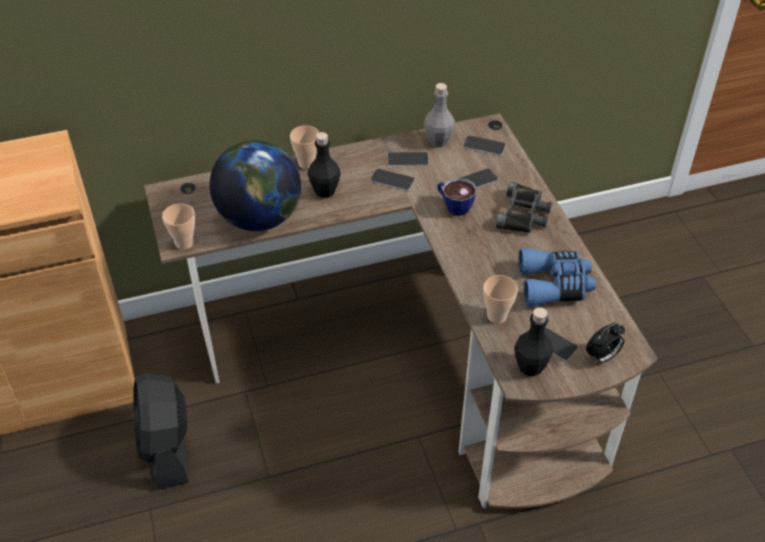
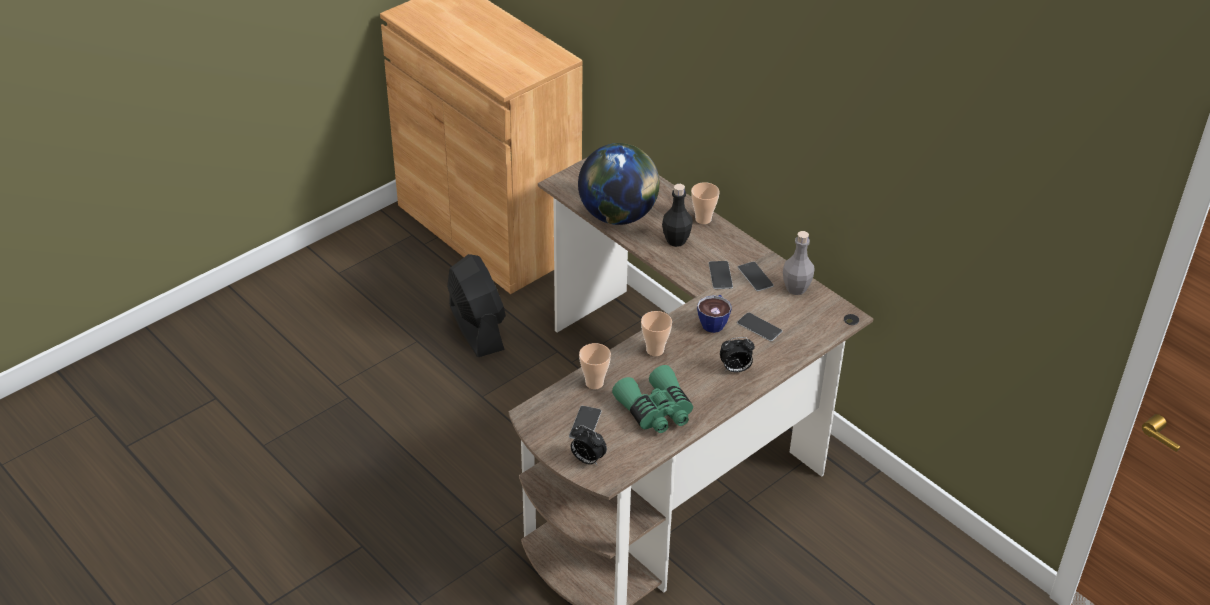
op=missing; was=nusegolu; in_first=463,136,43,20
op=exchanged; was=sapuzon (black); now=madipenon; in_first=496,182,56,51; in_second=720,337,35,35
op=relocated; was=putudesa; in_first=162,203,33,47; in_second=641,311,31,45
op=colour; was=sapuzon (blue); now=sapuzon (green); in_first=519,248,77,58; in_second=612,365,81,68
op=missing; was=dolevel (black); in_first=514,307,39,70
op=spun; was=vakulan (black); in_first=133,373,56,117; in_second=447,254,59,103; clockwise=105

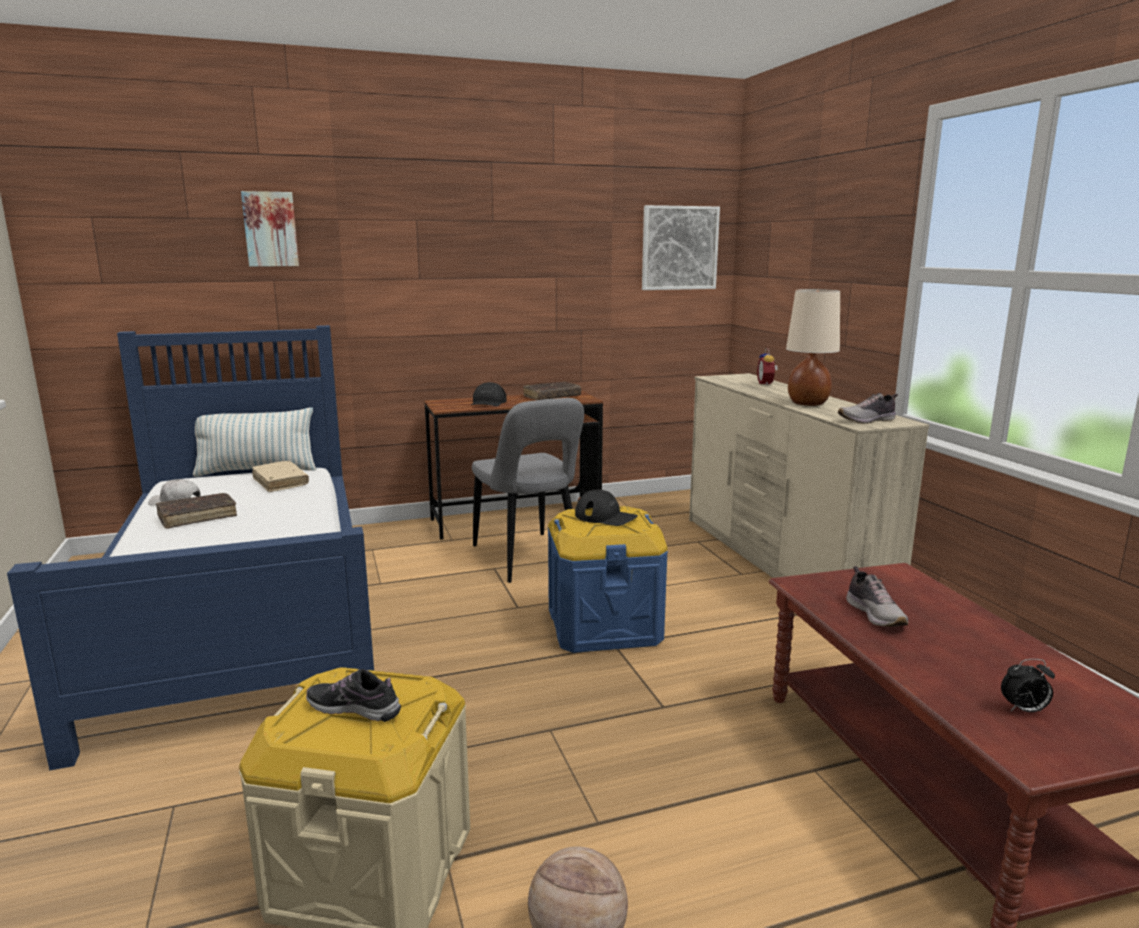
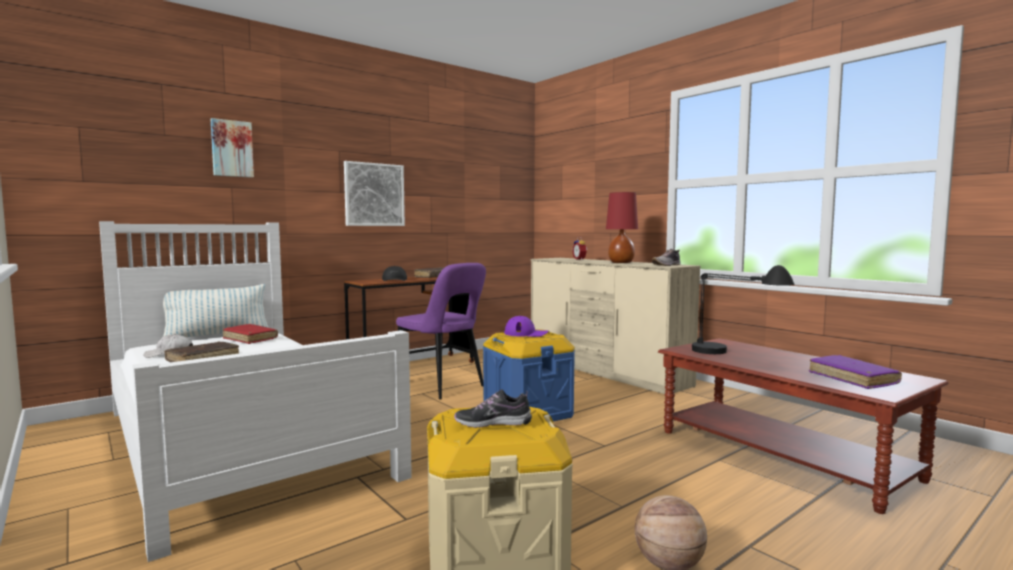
op=relocated; was=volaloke; in_first=642,205,78,85; in_second=344,161,61,65
op=colour; was=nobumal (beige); now=nobumal (red); in_first=786,289,54,117; in_second=606,192,32,71
op=colour; was=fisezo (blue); now=fisezo (white); in_first=7,325,367,446; in_second=99,221,313,341
op=colour; was=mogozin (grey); now=mogozin (purple); in_first=472,398,112,185; in_second=396,263,90,136
op=colour; was=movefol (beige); now=movefol (red); in_first=252,461,57,31; in_second=223,324,55,20
op=colour; was=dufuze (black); now=dufuze (purple); in_first=575,490,63,36; in_second=504,316,45,21
op=exchanged; was=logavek; now=nobumal (black); in_first=846,566,62,61; in_second=692,265,103,89
op=exchanged; was=madipenon; now=movefol (purple); in_first=1001,659,54,53; in_second=809,355,93,34

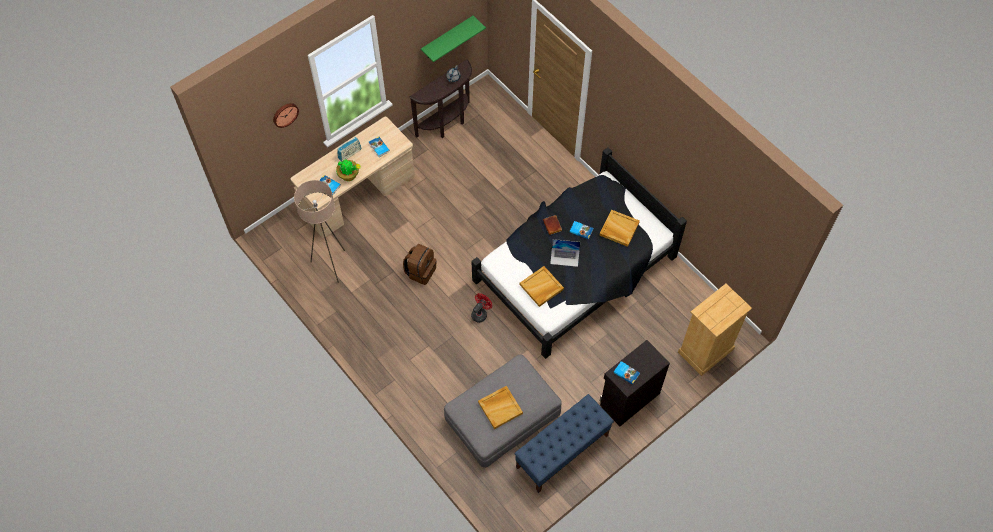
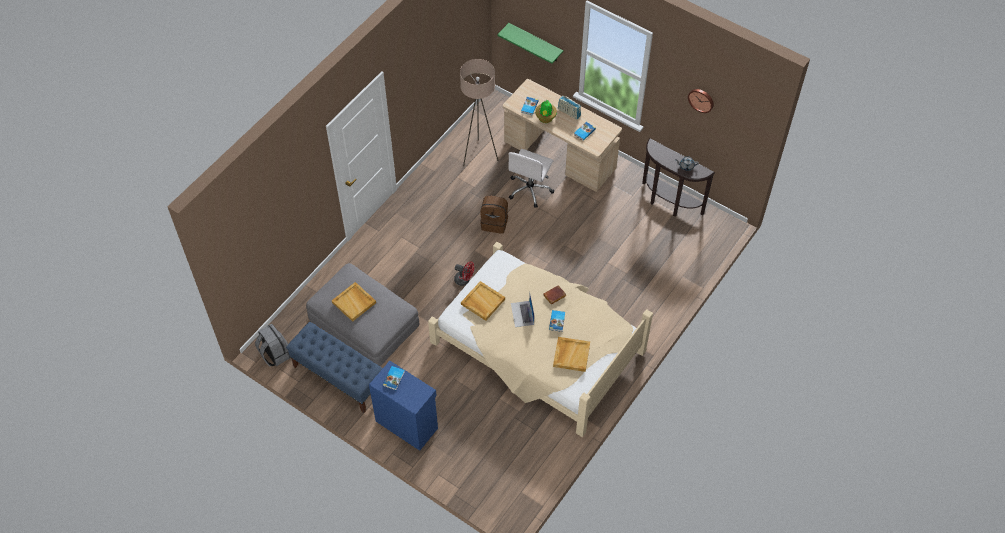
op=relocated; was=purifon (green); in_first=421,16,65,46; in_second=497,23,66,41
op=relocated; was=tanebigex; in_first=273,103,26,25; in_second=688,89,26,24
op=colour; was=fisezo (black); now=fisezo (beige); in_first=471,147,216,212; in_second=428,242,225,195
op=missing; was=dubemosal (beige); in_first=678,284,74,92
op=colour; was=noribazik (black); now=noribazik (blue); in_first=600,340,70,86; in_second=369,361,69,90
op=appeared; now=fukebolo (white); in_second=508,149,46,59
op=appeared; now=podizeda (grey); in_second=255,324,36,43

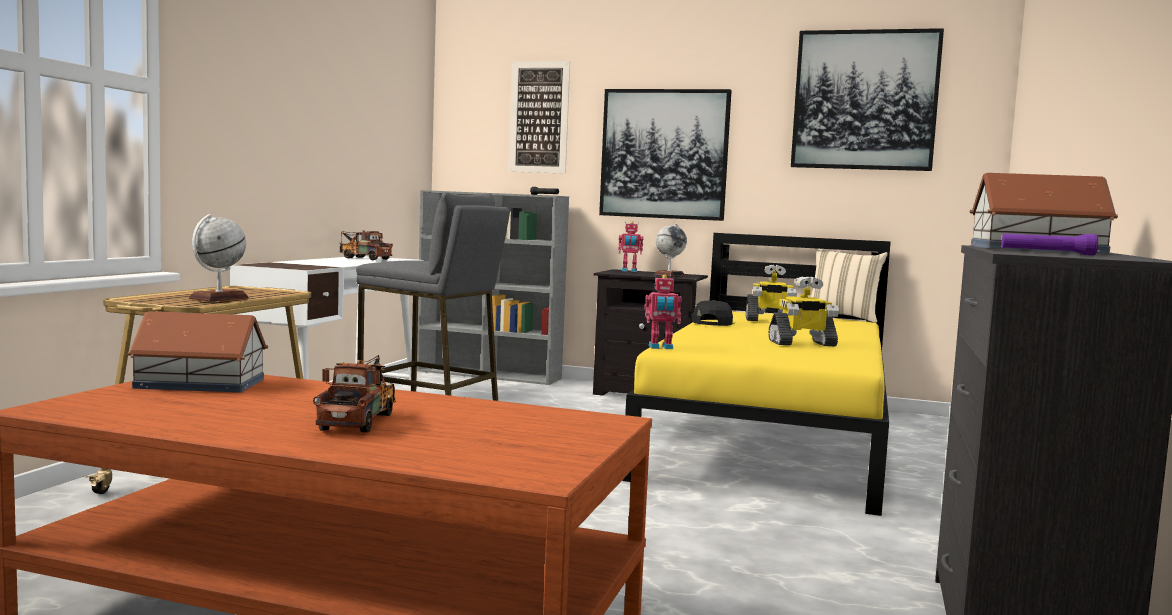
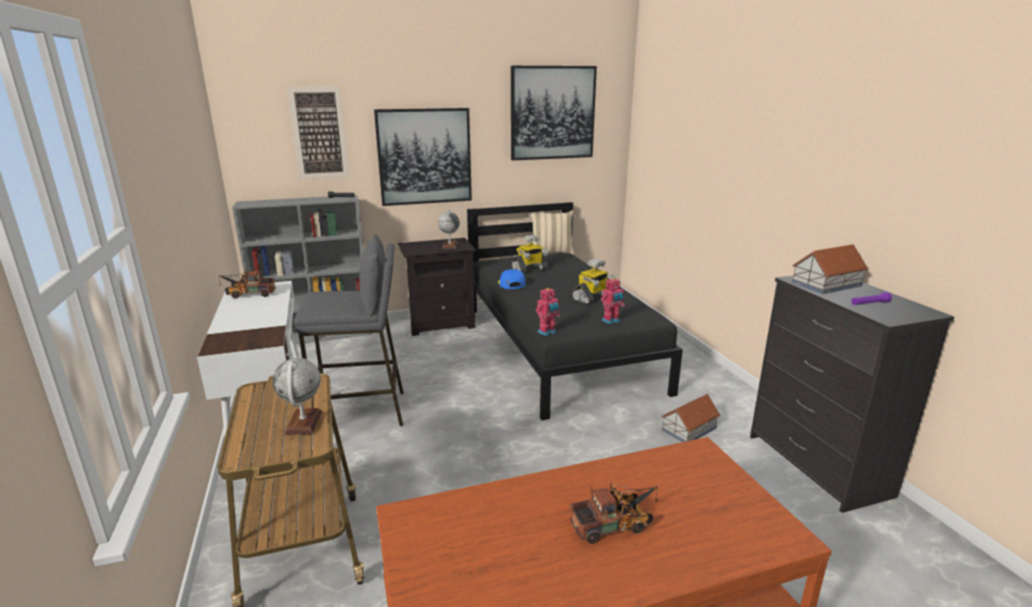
op=relocated; was=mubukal; in_first=618,221,25,51; in_second=601,278,24,46
op=colour; was=fisezo (yellow); now=fisezo (black); in_first=622,233,269,283; in_second=467,202,216,218
op=colour; was=dufuze (black); now=dufuze (blue); in_first=693,300,42,26; in_second=498,269,27,20
op=relocated; was=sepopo; in_first=127,311,141,81; in_second=662,394,58,48
op=spun; was=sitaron; in_first=313,355,83,78; in_second=570,483,89,61; clockwise=105

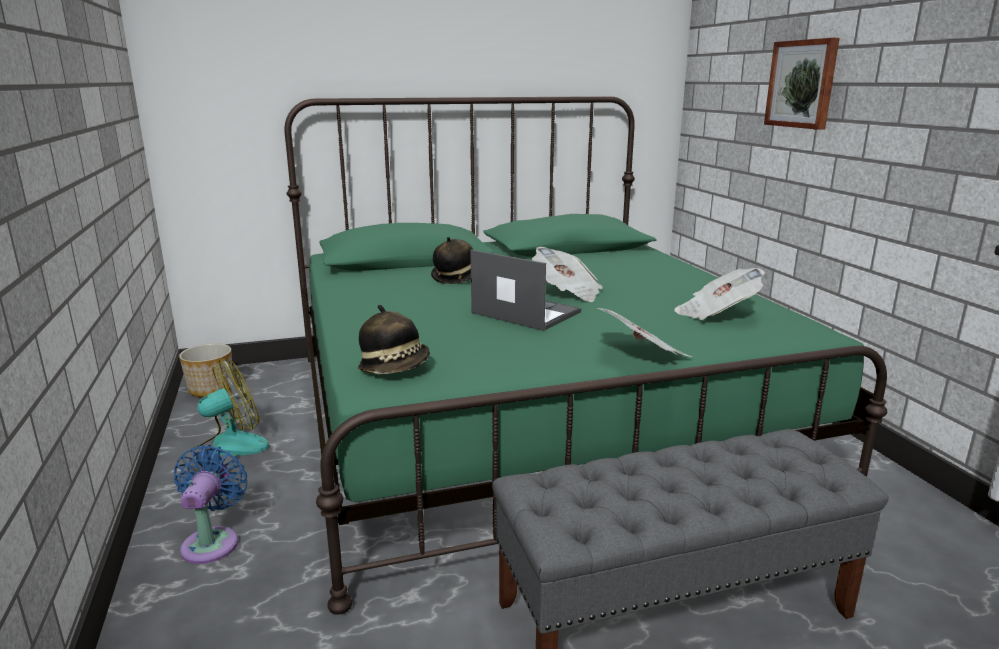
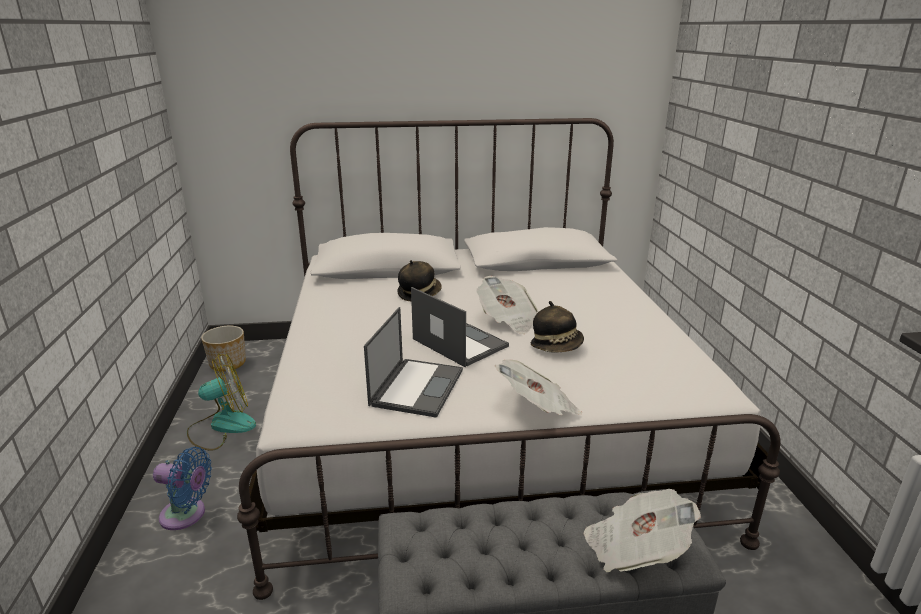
op=missing; was=volaloke; in_first=764,38,76,92
op=colour; was=fisezo (green); now=fisezo (white); in_first=285,96,602,519; in_second=237,118,543,482
op=relocated; was=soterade; in_first=674,268,91,52; in_second=583,489,118,83
op=relocated; was=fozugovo; in_first=358,305,72,69; in_second=531,301,53,52
op=spun; was=vakulan (blue); in_first=174,445,73,119; in_second=153,447,59,83; clockwise=90
op=appeared; now=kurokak; in_second=364,307,99,111

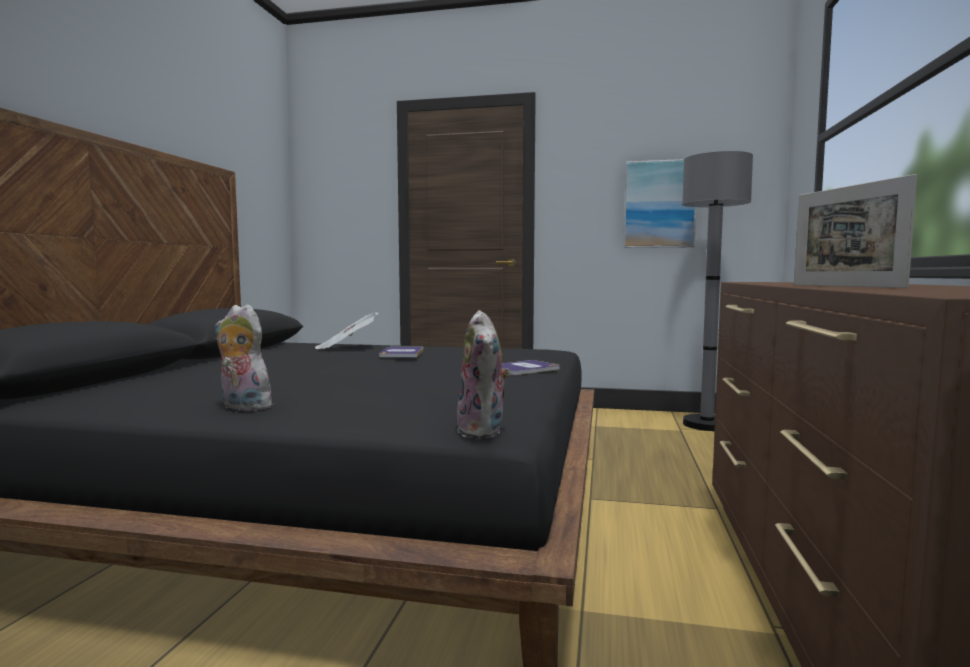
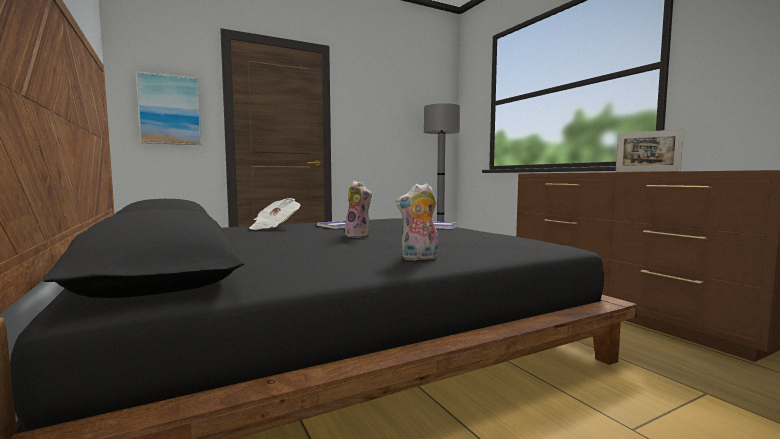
op=relocated; was=volaloke; in_first=623,159,73,89; in_second=136,71,66,74
op=relocated; was=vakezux; in_first=456,310,55,129; in_second=345,180,27,58

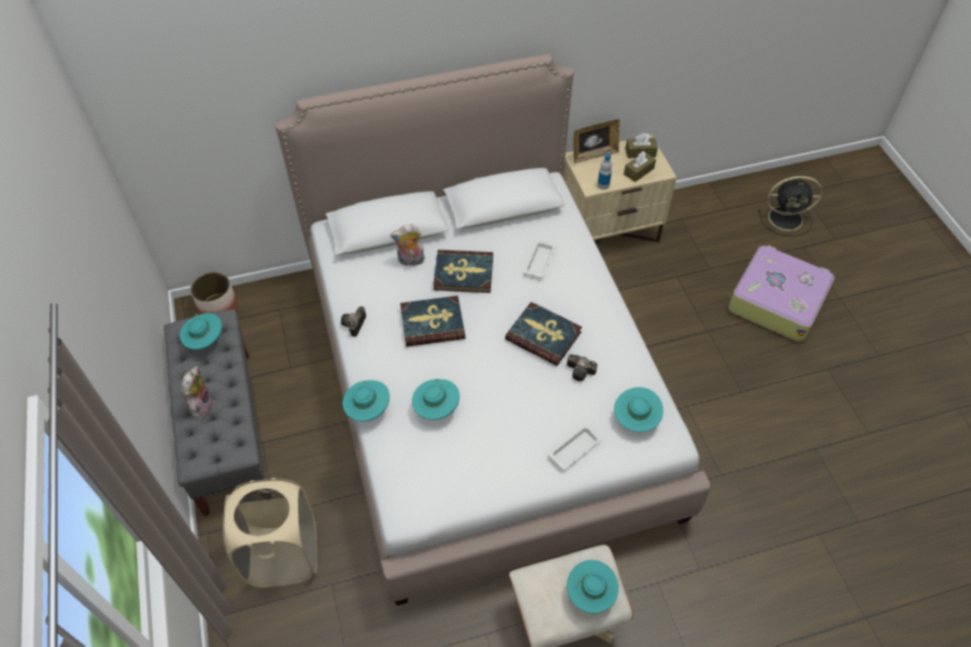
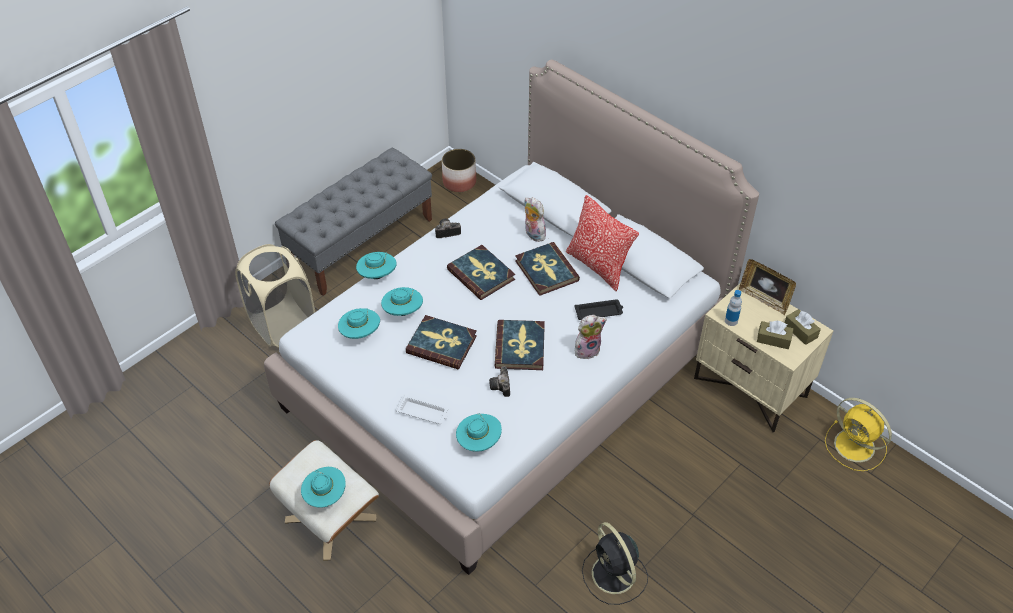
op=relocated; was=vakulan (black); in_first=758,176,64,60; in_second=582,522,66,83
op=colour; was=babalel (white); now=babalel (black); in_first=523,240,33,38; in_second=574,299,49,21
op=missing; was=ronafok; in_first=728,245,107,97
op=relocated; was=fozugovo (turquoise); in_first=180,313,42,37; in_second=338,308,42,31
op=relocated; was=vakezux; in_first=181,367,33,52; in_second=575,315,32,44
op=appeared; now=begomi; in_second=566,195,73,96
op=appeared; now=movefol; in_second=406,315,71,55
op=appeared; now=vakulan (yellow); in_second=825,398,67,73

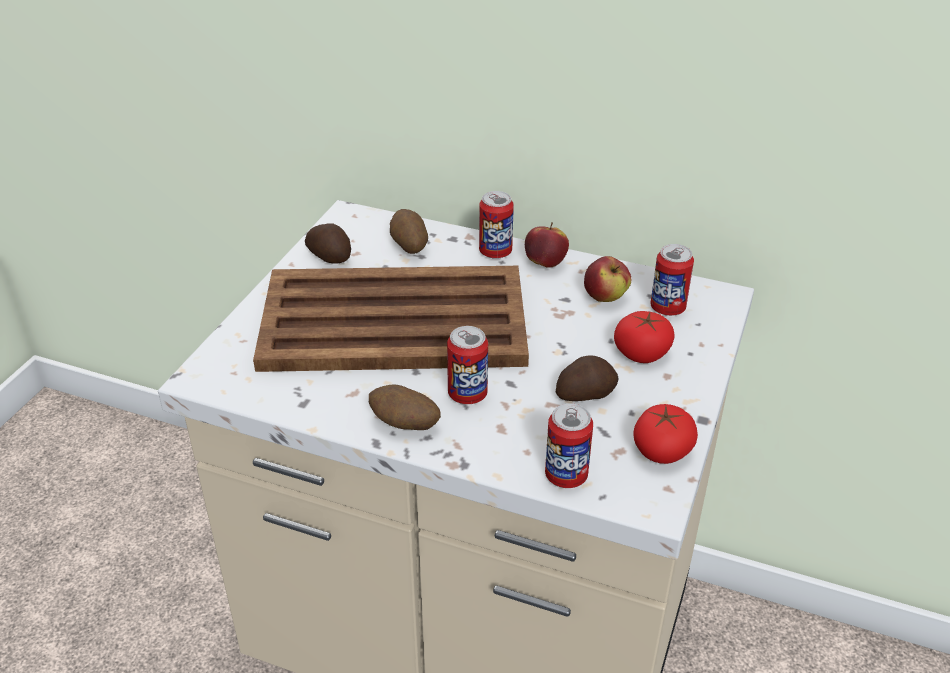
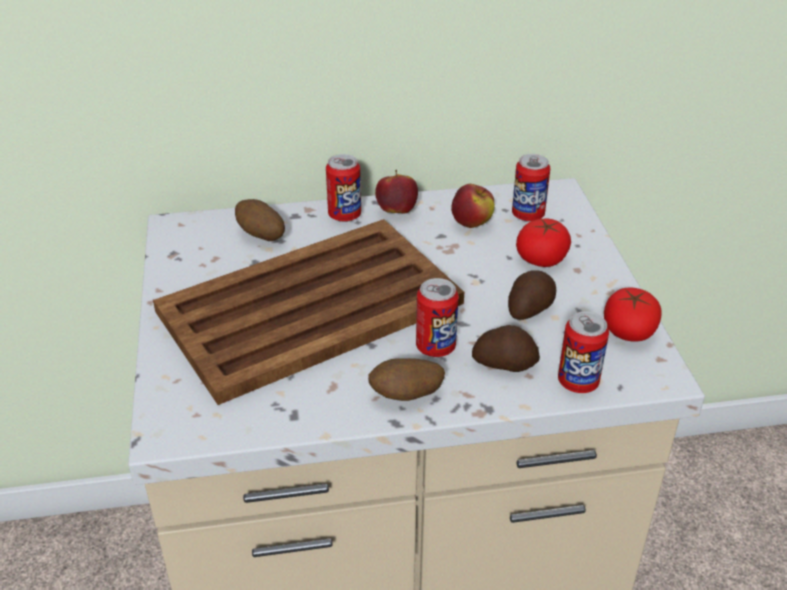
op=relocated; was=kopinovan; in_first=305,223,46,41; in_second=472,325,68,47

